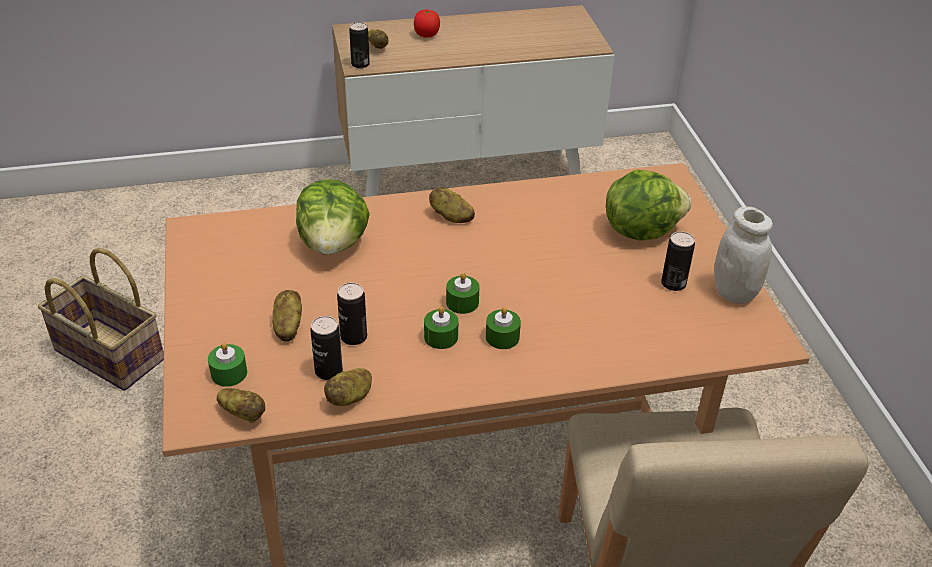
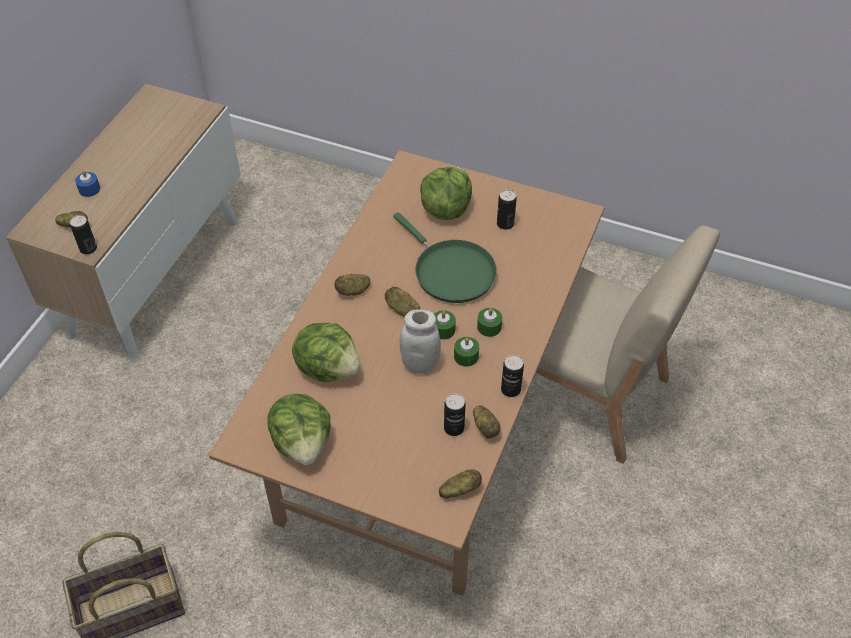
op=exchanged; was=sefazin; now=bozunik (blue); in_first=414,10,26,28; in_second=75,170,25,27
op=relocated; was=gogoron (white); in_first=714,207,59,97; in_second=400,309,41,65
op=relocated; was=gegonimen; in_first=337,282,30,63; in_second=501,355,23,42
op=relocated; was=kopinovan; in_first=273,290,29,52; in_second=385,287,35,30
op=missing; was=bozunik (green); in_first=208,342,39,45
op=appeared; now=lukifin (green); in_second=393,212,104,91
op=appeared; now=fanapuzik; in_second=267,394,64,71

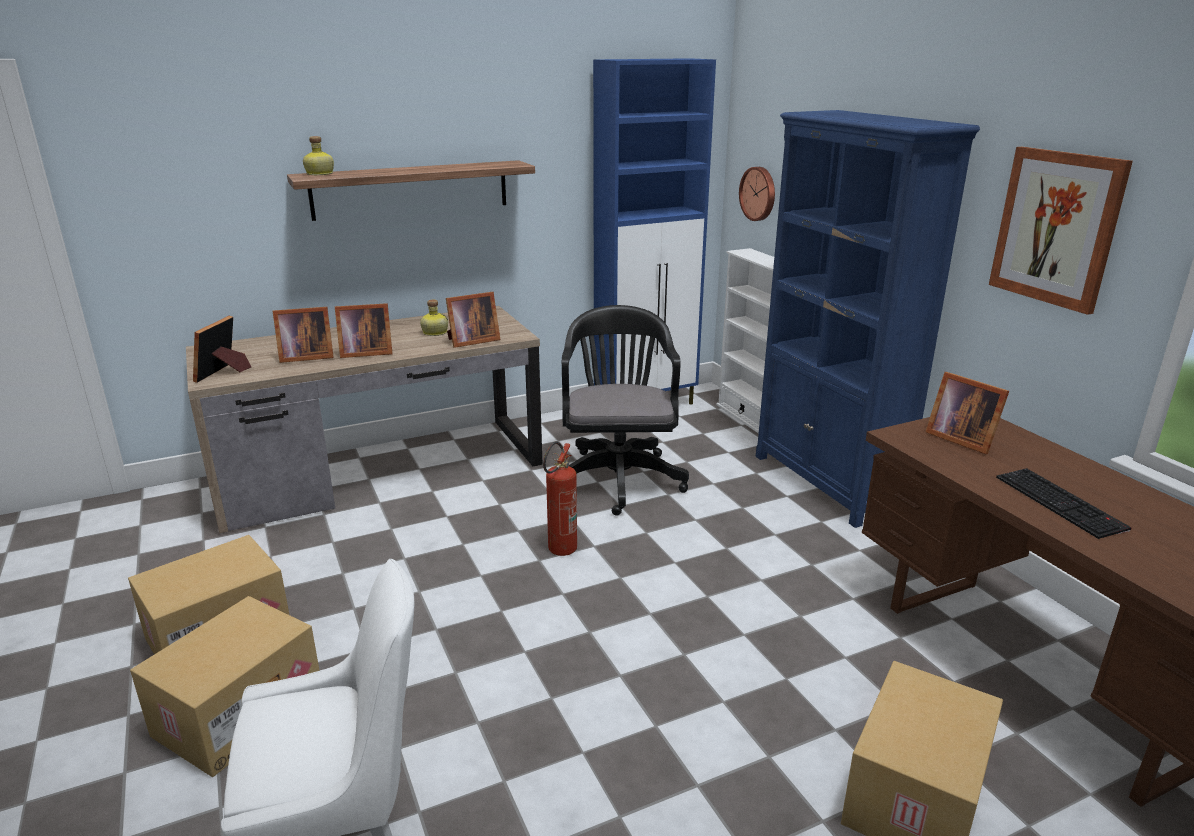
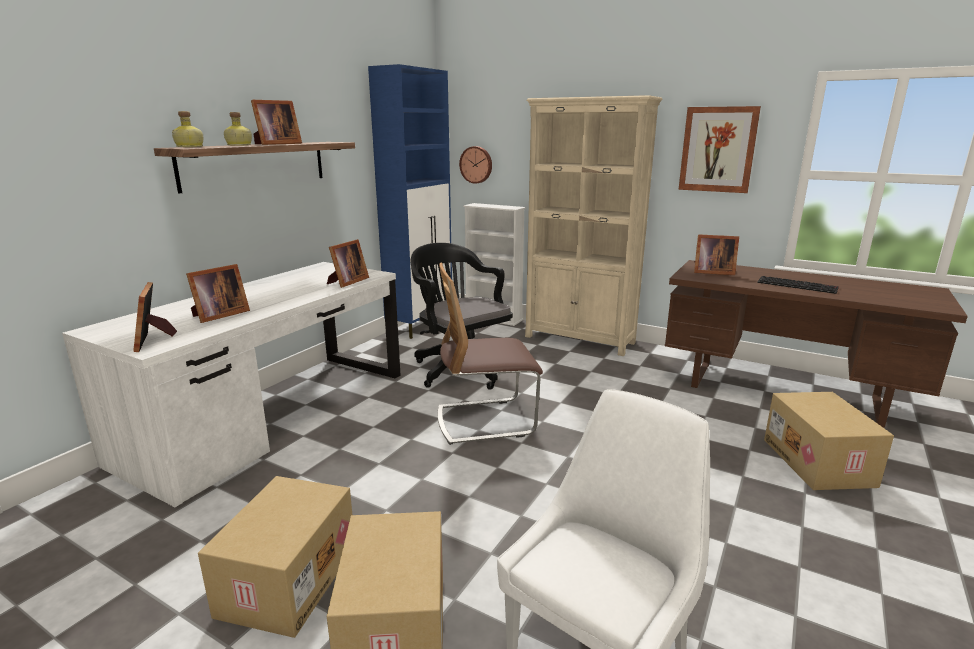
op=colour; was=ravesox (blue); now=ravesox (beige); in_first=756,110,224,418; in_second=525,95,137,261
op=relocated; was=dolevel; in_first=420,299,28,37; in_second=224,112,28,34
op=relocated; was=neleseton; in_first=335,303,58,55; in_second=251,100,51,45
op=colour; was=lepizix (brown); now=lepizix (white); in_first=186,306,357,227; in_second=62,262,339,245
op=exchanged; was=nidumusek; now=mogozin; in_first=543,441,34,115; in_second=438,262,105,183

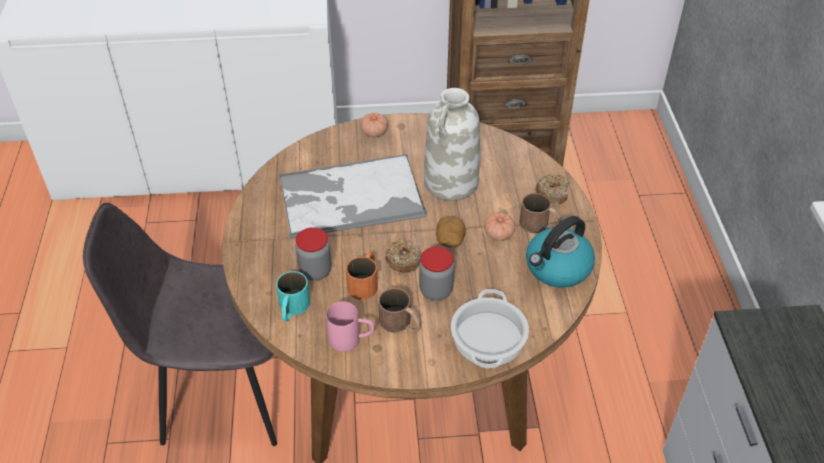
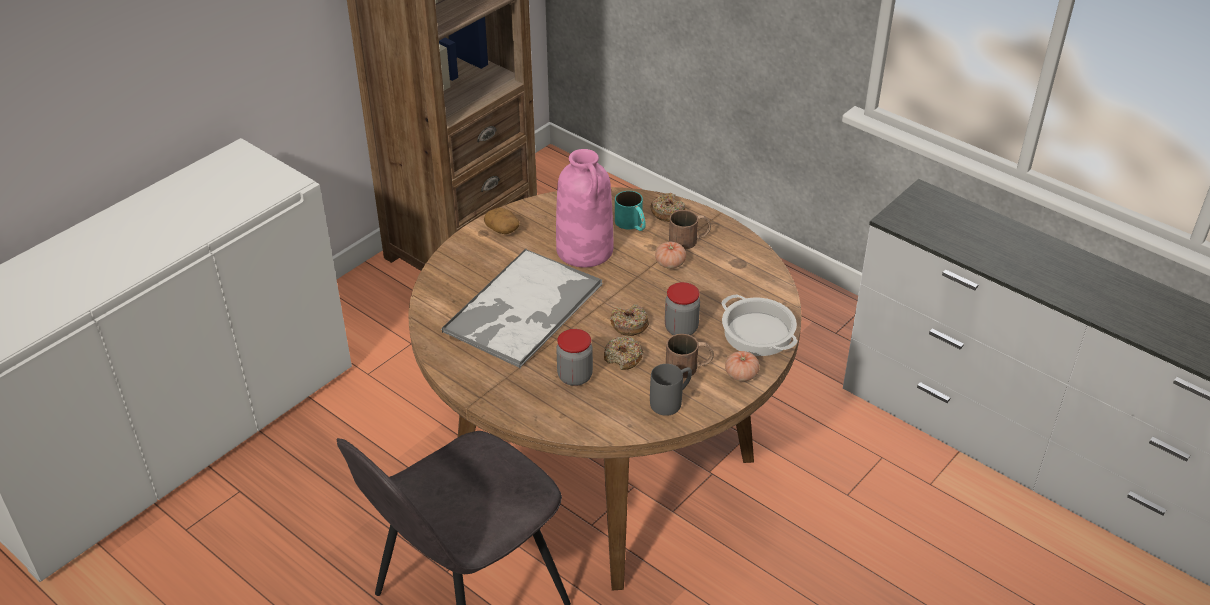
op=colour; was=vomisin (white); now=vomisin (pink); in_first=424,88,56,113; in_second=556,149,57,118
op=relocated; was=sefazin; in_first=360,113,28,24; in_second=725,351,35,31
op=relocated; was=kopinovan; in_first=436,216,30,31; in_second=484,208,35,26
op=missing; was=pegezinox; in_first=526,216,69,72
op=exchanged; was=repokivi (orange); now=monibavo; in_first=346,252,32,48; in_second=604,336,40,34
op=relocated; was=repokivi (turquoise); in_first=276,271,34,51; in_second=615,191,31,40
op=colour; was=repokivi (pink); now=repokivi (grey); in_first=326,302,49,50; in_second=650,364,42,52

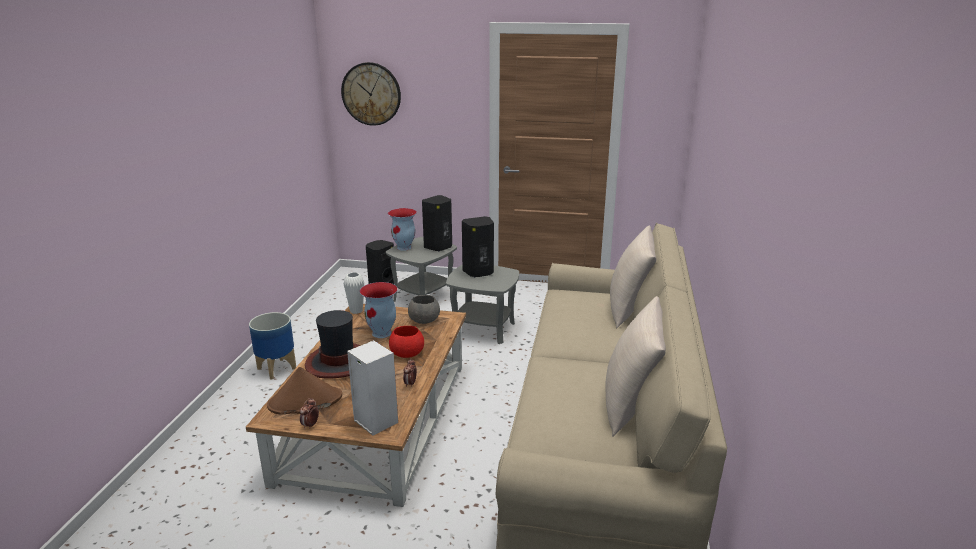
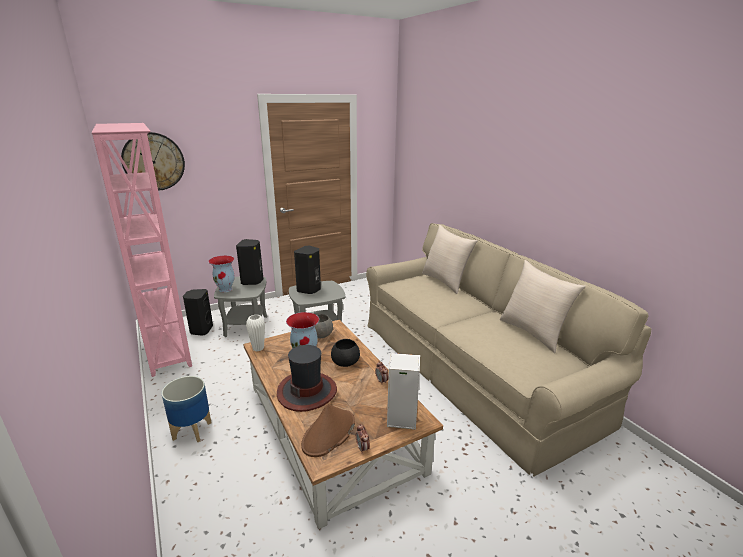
op=colour; was=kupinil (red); now=kupinil (black); in_first=389,326,35,32; in_second=331,339,29,28
op=appeared; now=ravesox (pink); in_second=92,123,100,254

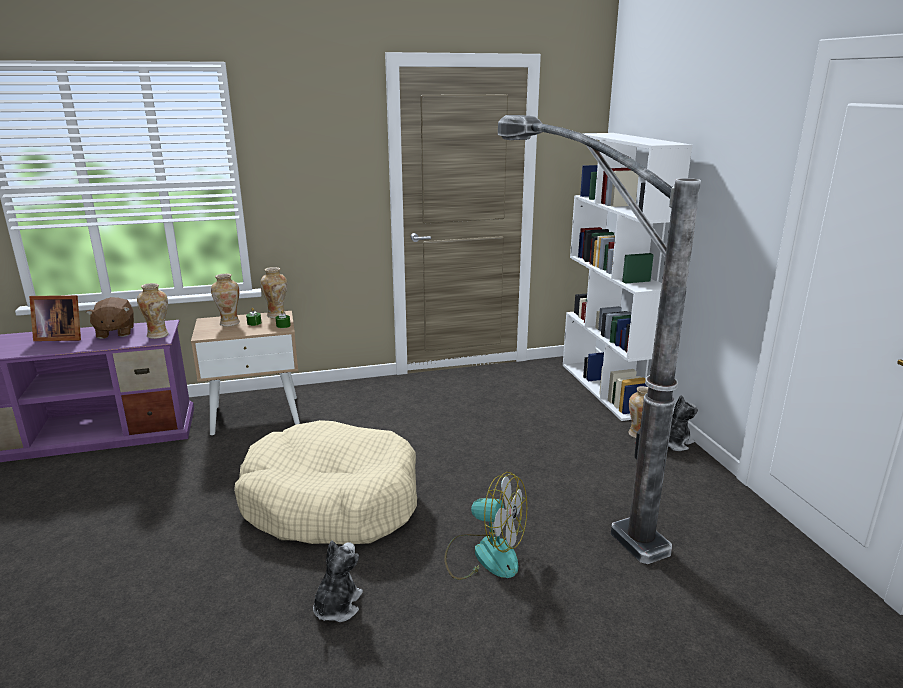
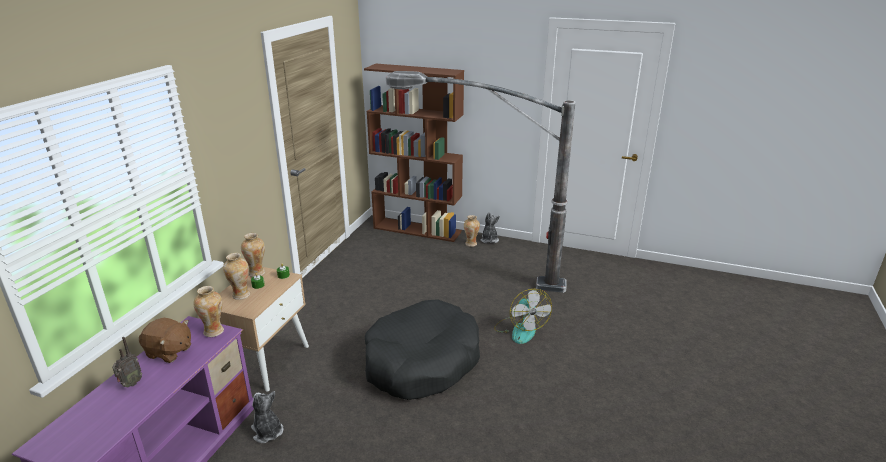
op=colour; was=ravesox (white); now=ravesox (brown); in_first=563,133,129,288; in_second=364,64,100,178
op=exchanged; was=neleseton; now=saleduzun; in_first=29,295,52,46; in_second=112,337,30,50
op=colour; was=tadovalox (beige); now=tadovalox (black); in_first=234,420,183,124; in_second=365,299,115,101
op=spun; was=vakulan; in_first=444,472,83,108; in_second=494,289,58,55; clockwise=105
op=relocated; was=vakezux; in_first=313,541,50,81; in_second=251,391,33,52

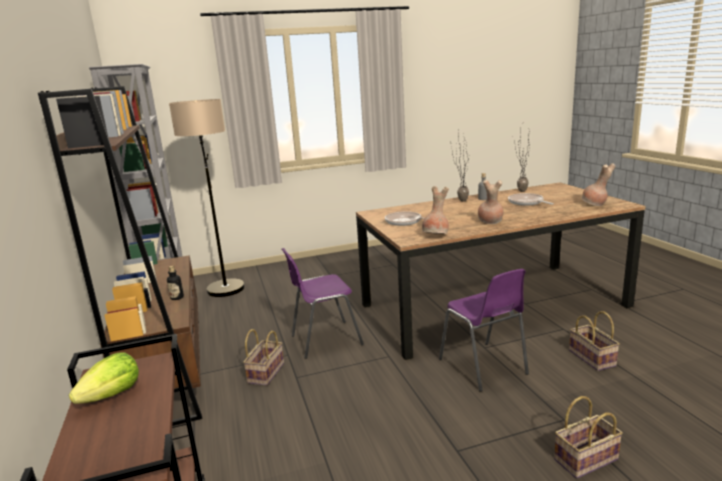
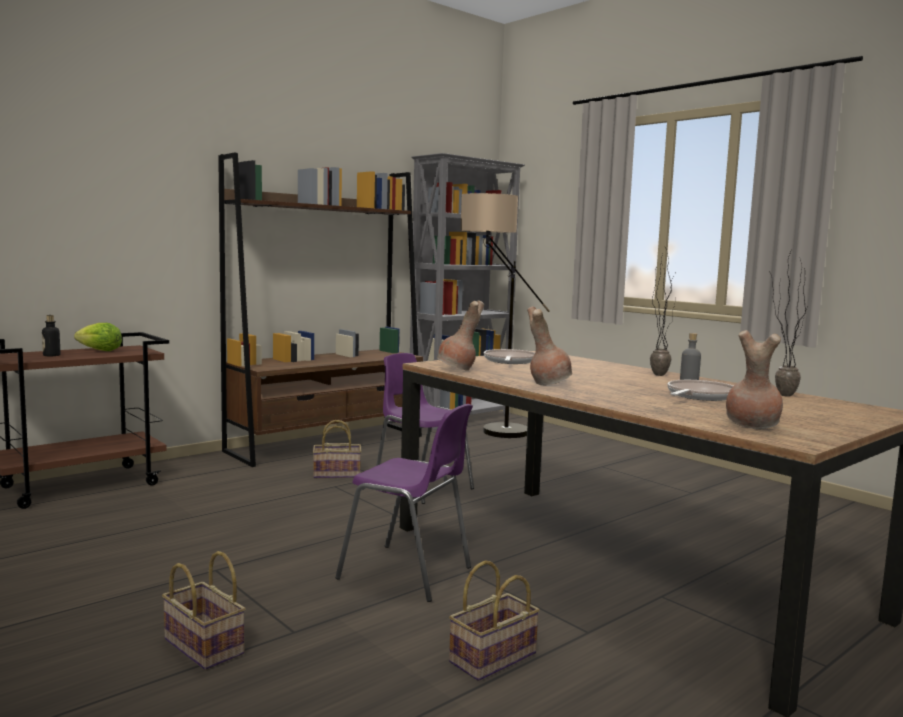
op=relocated; was=dolevel; in_first=167,266,17,34; in_second=42,315,18,41
op=spun; was=mogozin (purple); in_first=439,269,90,123; in_second=335,404,138,198; clockwise=-105

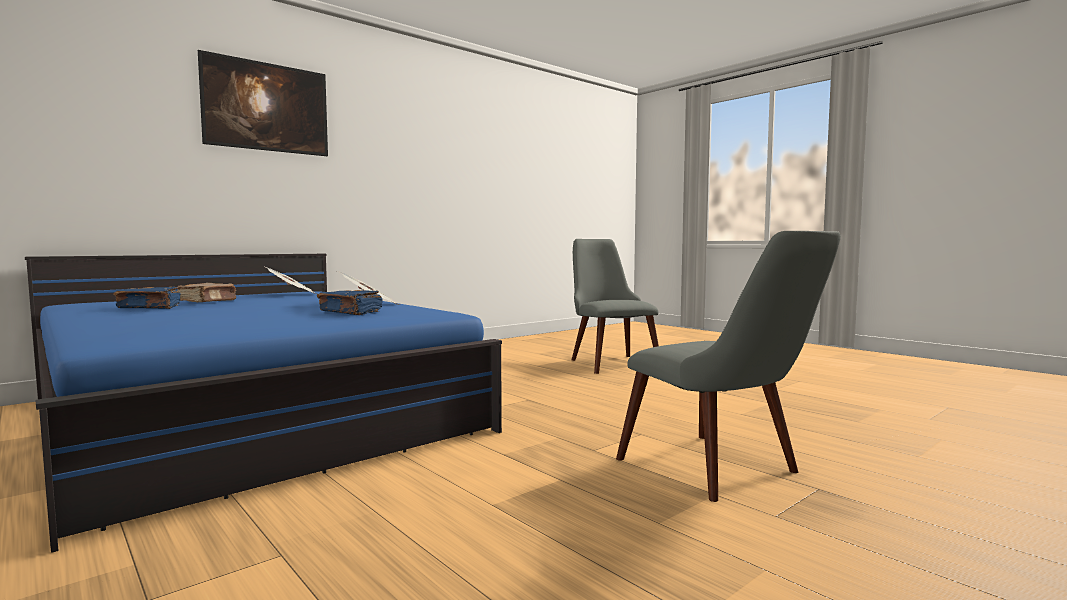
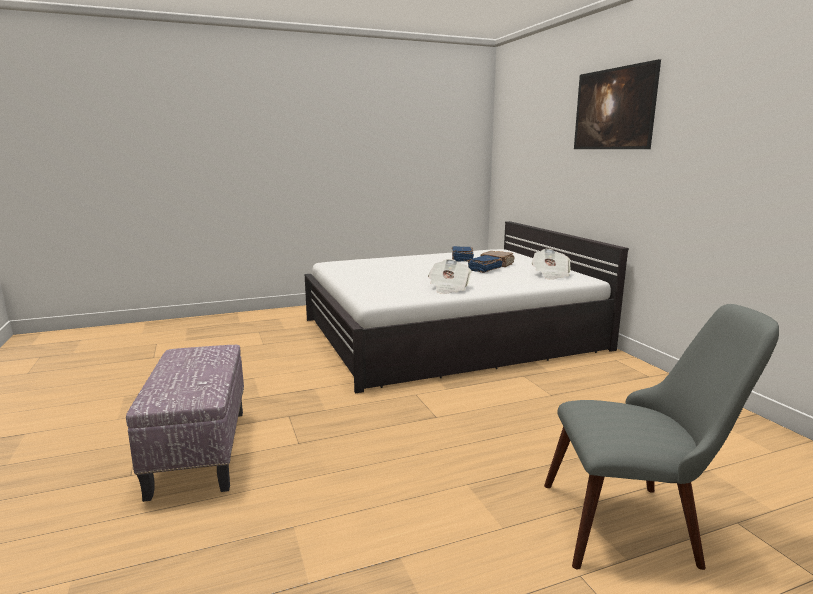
op=exchanged; was=mogozin (grey); now=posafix; in_first=616,231,225,271; in_second=126,345,118,157
op=colour; was=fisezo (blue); now=fisezo (white); in_first=25,254,477,299; in_second=304,221,325,172
op=relocated; was=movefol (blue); in_first=317,290,66,25; in_second=468,255,35,18

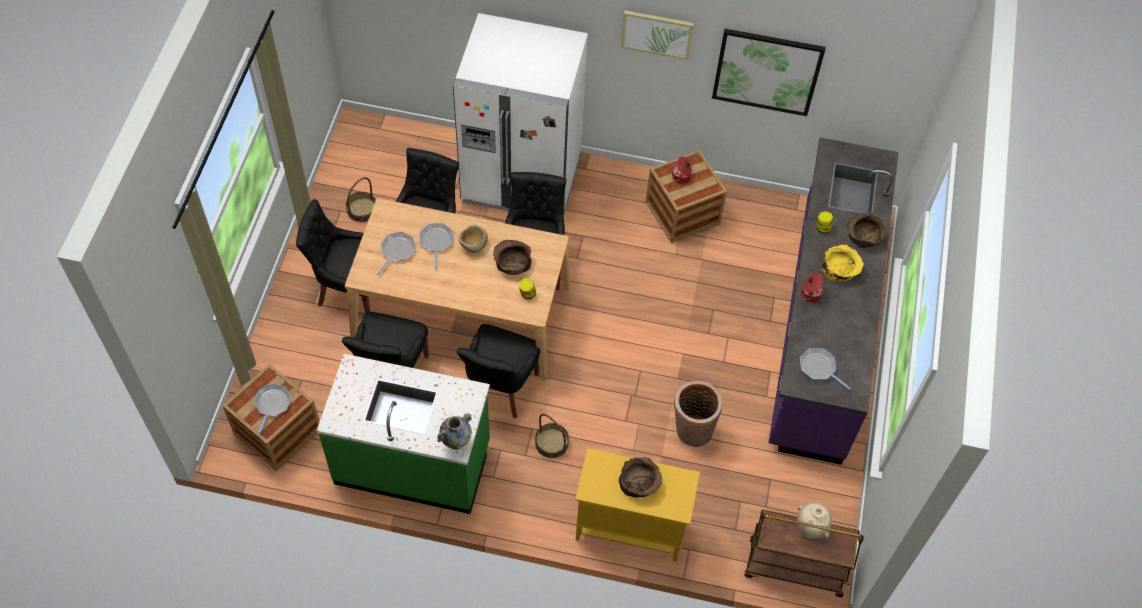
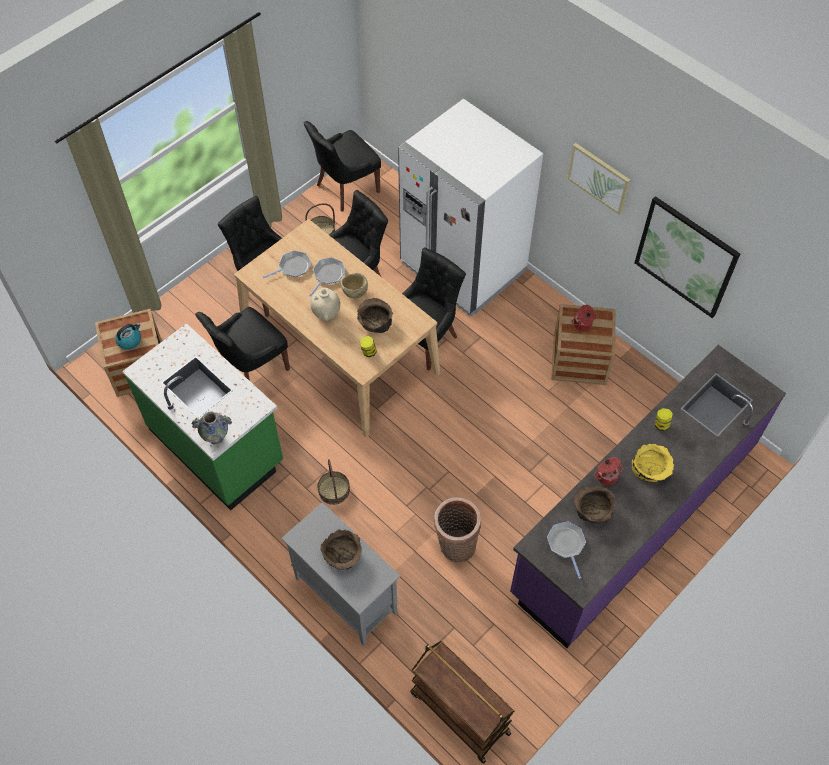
op=relocated; was=kupinil (brown); in_first=847,213,40,35; in_second=574,485,41,39
op=relocated; was=mogozin (black); in_first=457,324,83,94; in_second=304,121,77,90
op=exchanged; was=lukifin; now=pegezinox; in_first=254,383,37,52; in_second=115,323,26,27
op=colour; was=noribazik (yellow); now=noribazik (grey); in_first=575,448,125,114; in_second=282,502,118,144
op=relocated; was=vomisin (beige); in_first=796,503,36,36; in_second=310,287,30,34

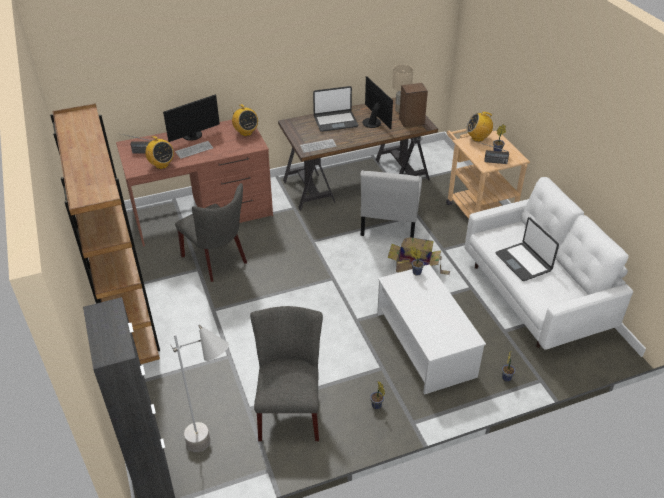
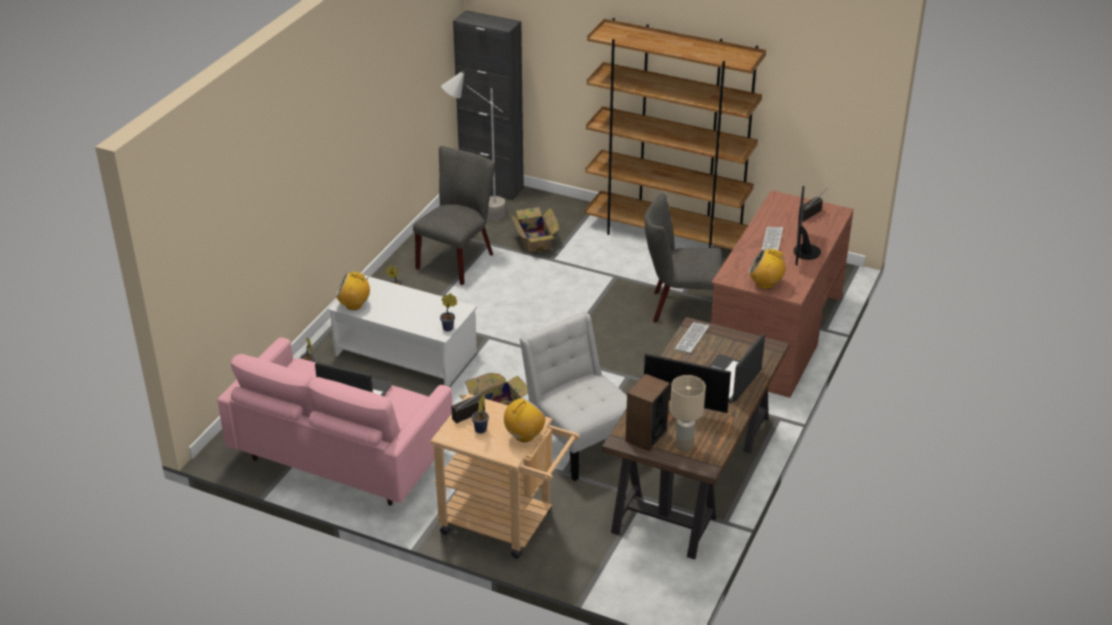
op=relocated; was=saleduzun; in_first=144,136,30,33; in_second=336,272,34,38
op=colour; was=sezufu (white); now=sezufu (pink); in_first=465,177,168,172; in_second=217,337,236,169
op=spun; was=mogozin (grey); in_first=250,306,73,135; in_second=413,146,82,139; clockwise=-105
op=appeared; now=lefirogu; in_second=509,207,51,46

